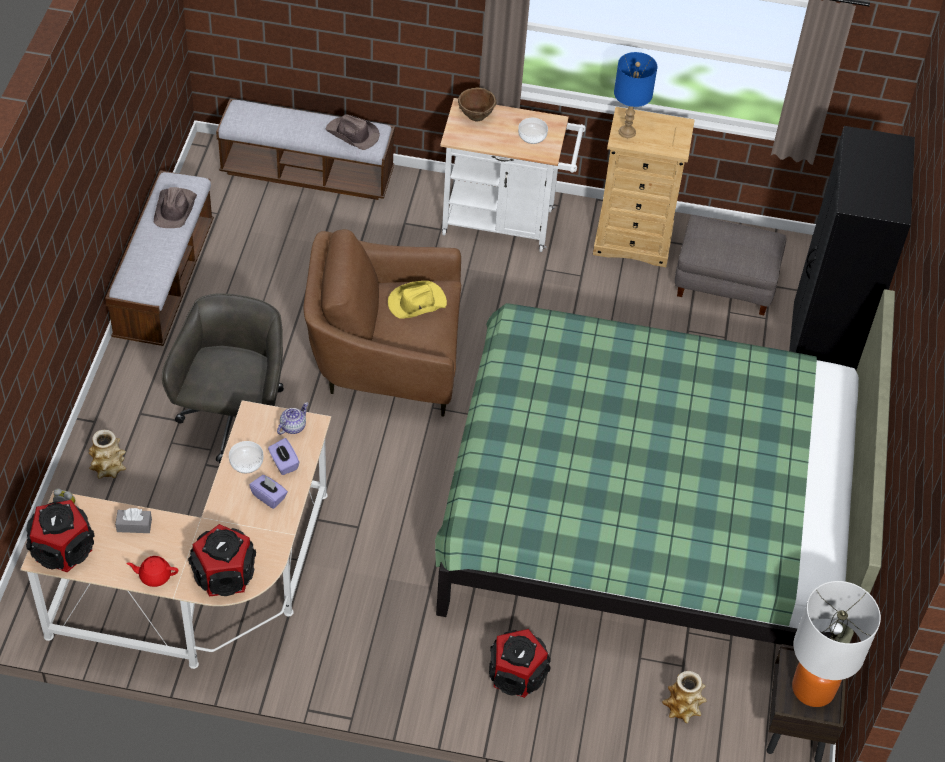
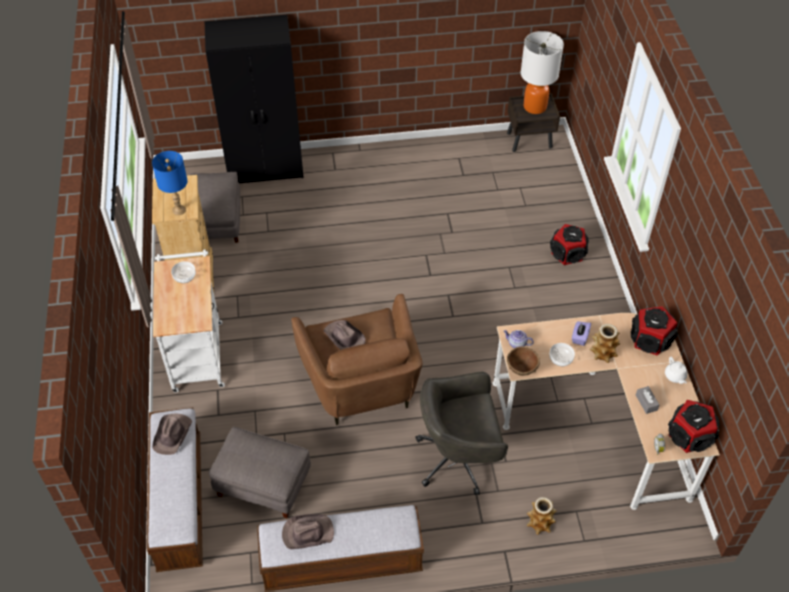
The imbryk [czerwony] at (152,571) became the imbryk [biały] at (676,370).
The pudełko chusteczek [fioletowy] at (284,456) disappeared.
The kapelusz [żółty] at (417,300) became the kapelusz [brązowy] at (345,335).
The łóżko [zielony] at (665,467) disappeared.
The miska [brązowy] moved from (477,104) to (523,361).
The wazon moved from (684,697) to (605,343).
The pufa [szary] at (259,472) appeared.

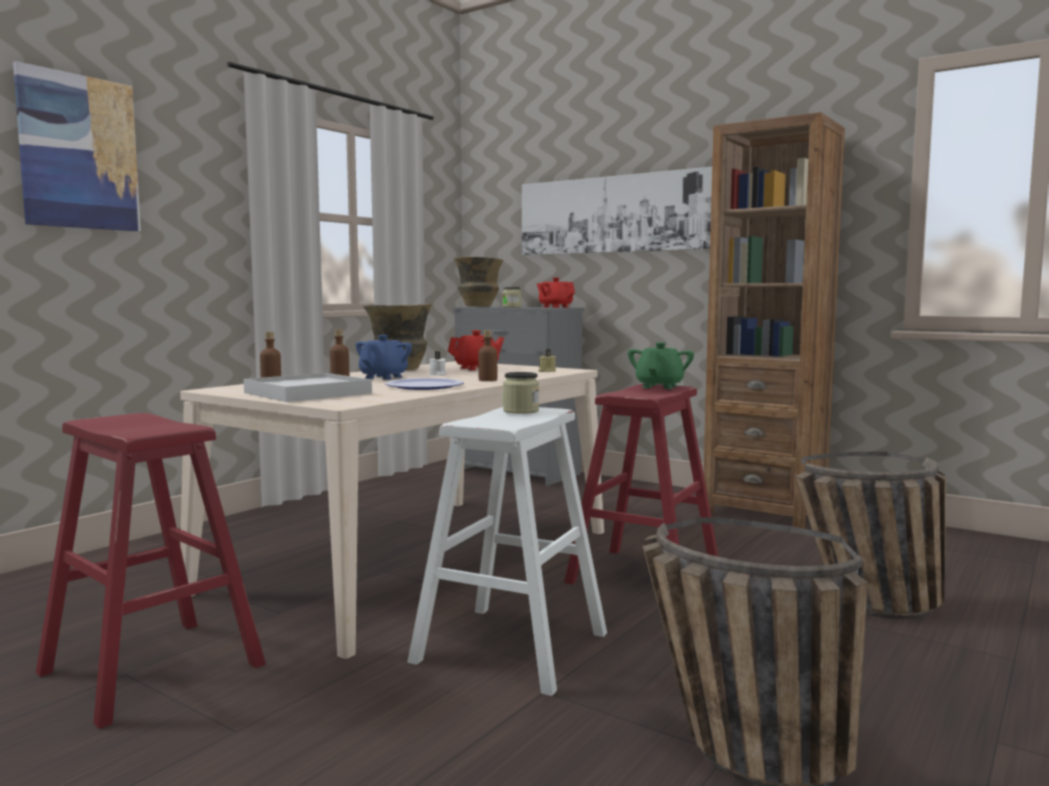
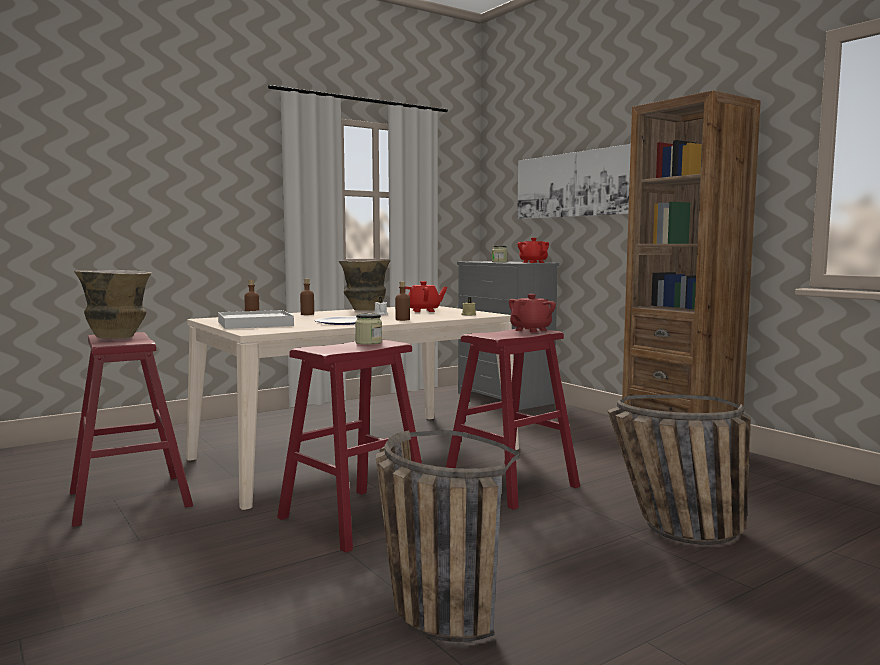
The obraz at (77,146) disappeared.
The imbryk [niebieski] at (384,357) disappeared.
The stołek [biały] at (507,551) became the stołek [czerwony] at (349,446).
The wazon moved from (479,282) to (113,304).
The imbryk [zielony] at (661,365) became the imbryk [czerwony] at (532,313).

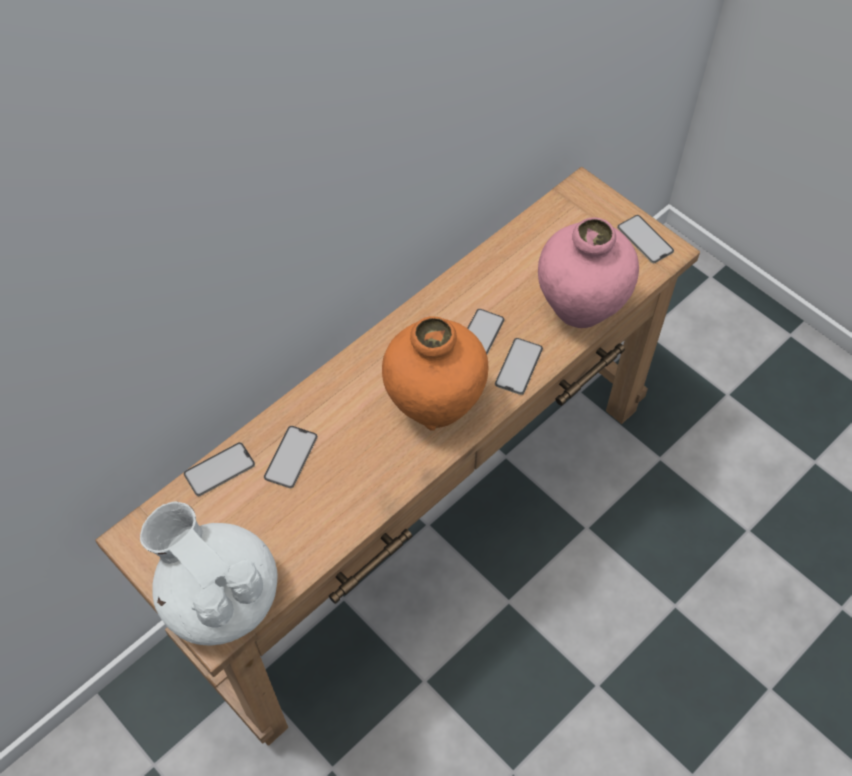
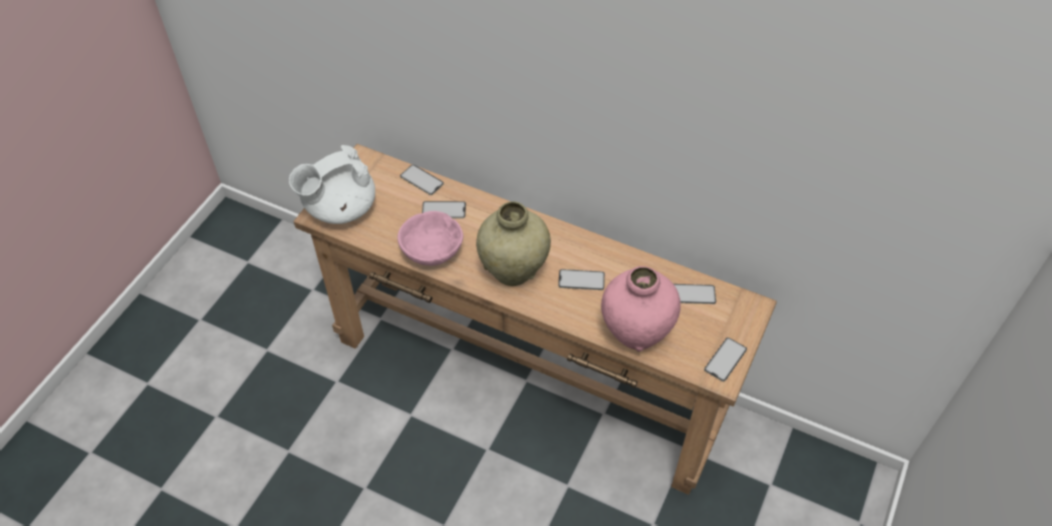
The imbryk [biały] at (209,573) turned 150 degrees counterclockwise.
The wazon [pomarańczowy] at (435,373) became the wazon [beżowy] at (513,243).
The telefon moved from (519,366) to (695,294).
The miska [różowy] at (430,238) appeared.

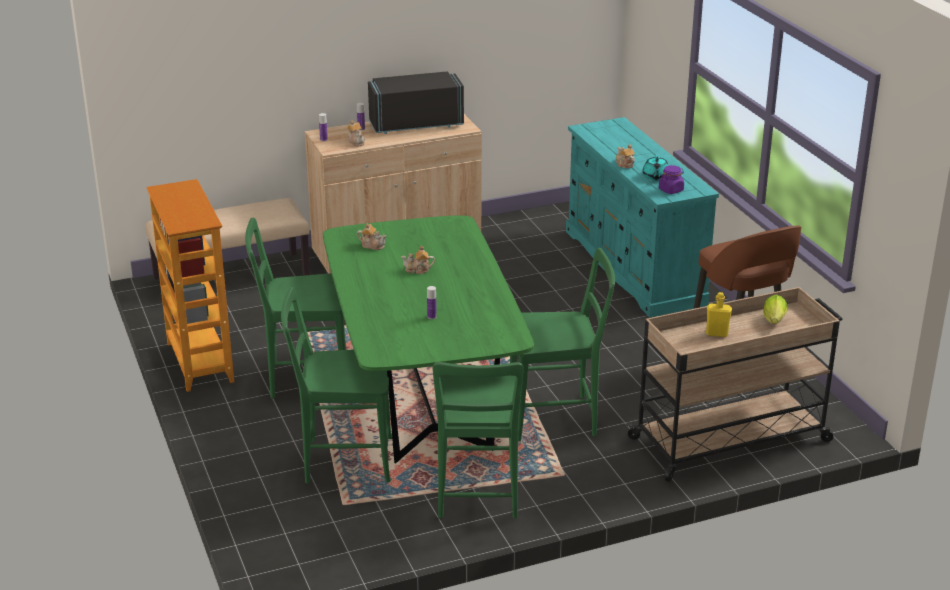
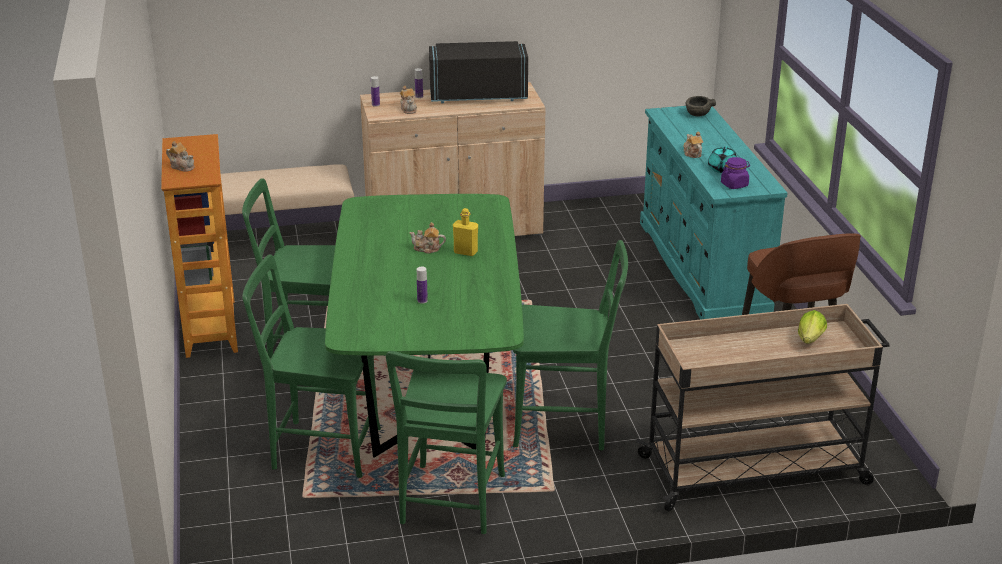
The imbryk moved from (371,236) to (180,156).
The butelka [żółty] moved from (719,314) to (465,232).
The miska [szary] at (701,106) appeared.

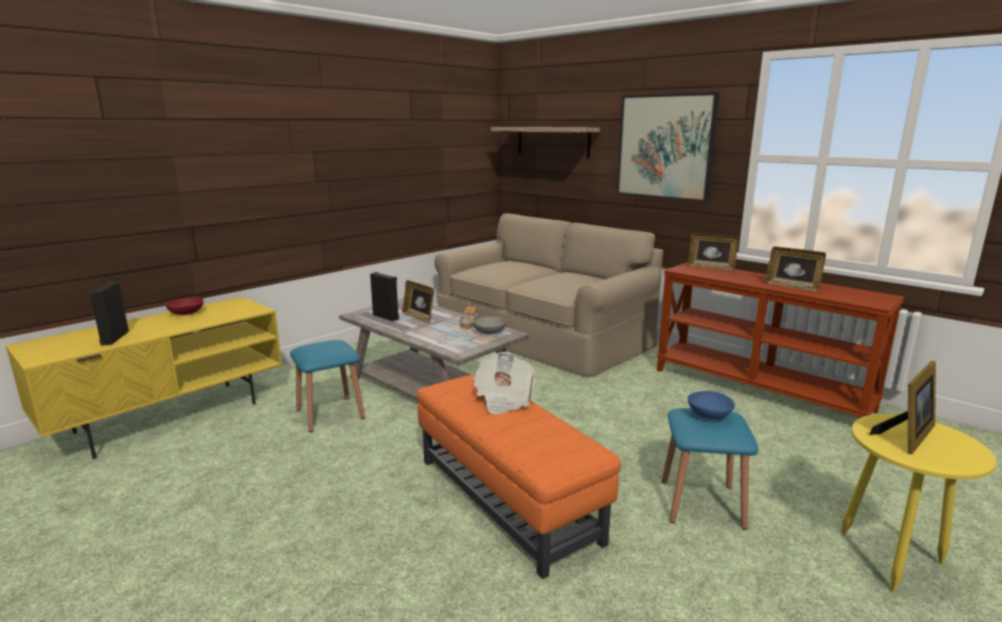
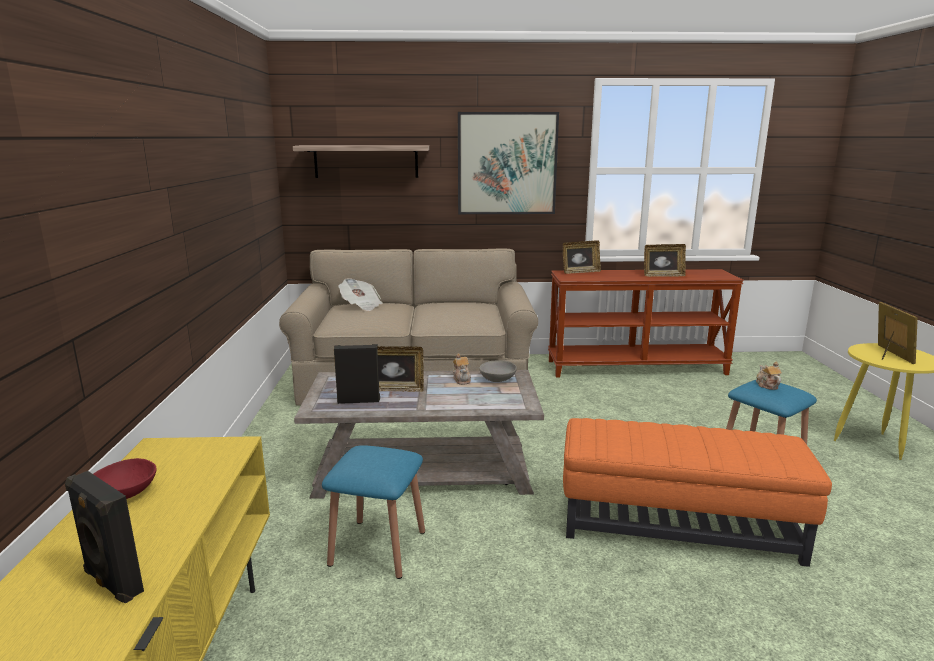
The gazeta moved from (504,383) to (360,294).
The miska [niebieski] at (711,405) was replaced by the imbryk at (769,376).

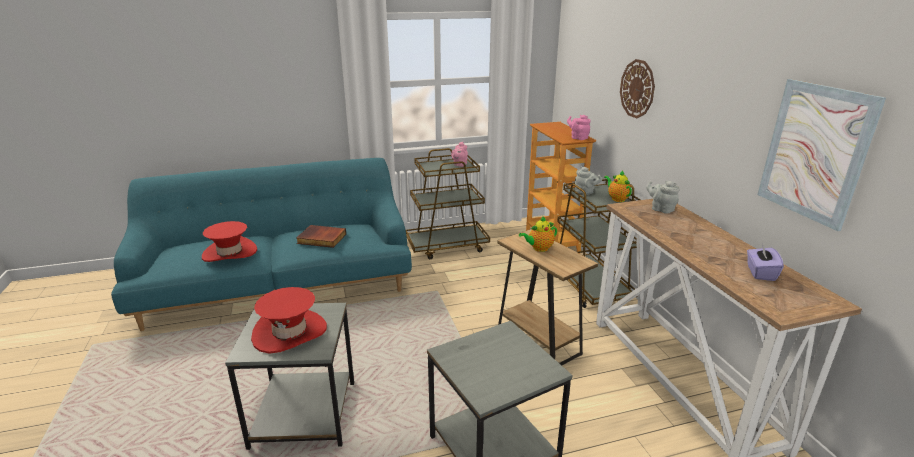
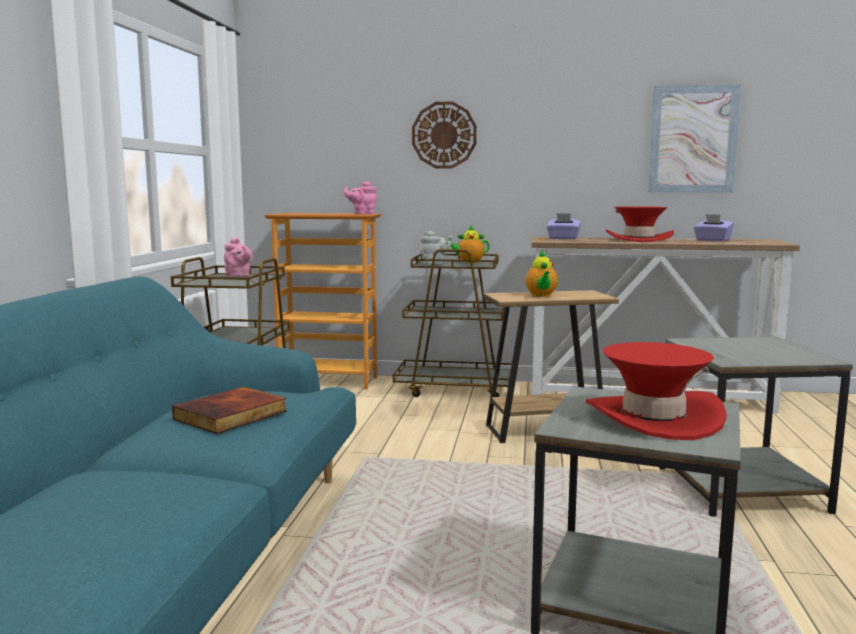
The kapelusz [czerwony] moved from (229,241) to (640,224).
The imbryk [szary] at (663,197) was replaced by the pudełko chusteczek [fioletowy] at (563,226).

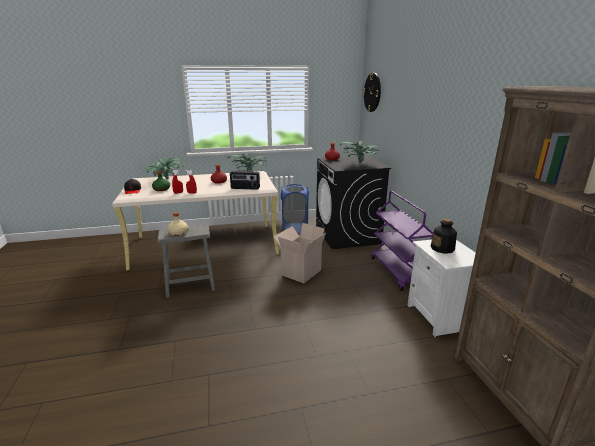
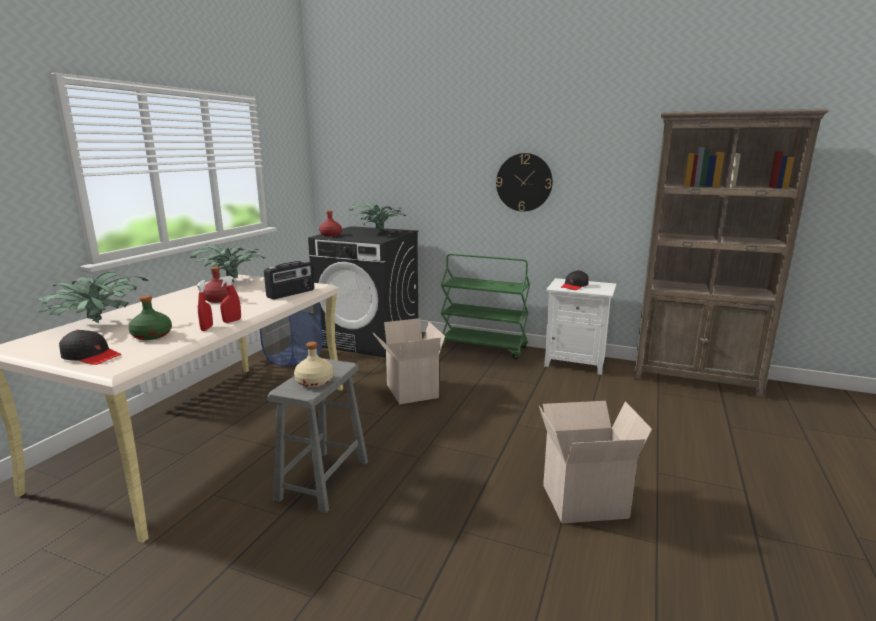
The zegar ścienny moved from (372,92) to (524,182).
The wózek [fioletowy] at (402,241) became the wózek [zielony] at (485,306).
The butelka at (444,236) was replaced by the czapka z daszkiem [czarny] at (575,280).
The karton at (595,462) appeared.

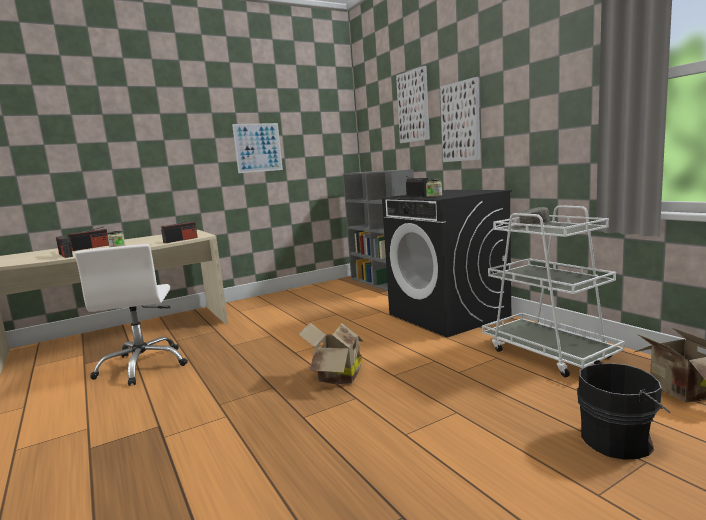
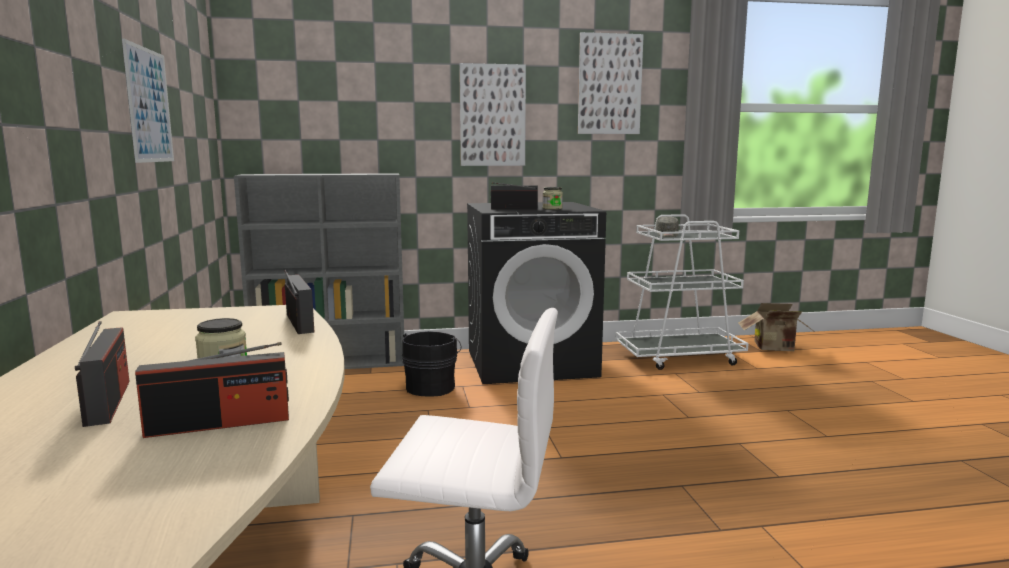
The karton at (330,353) disappeared.
The obraz moved from (413,104) to (611,83).
The wiadro [czarny] moved from (623,410) to (432,364).

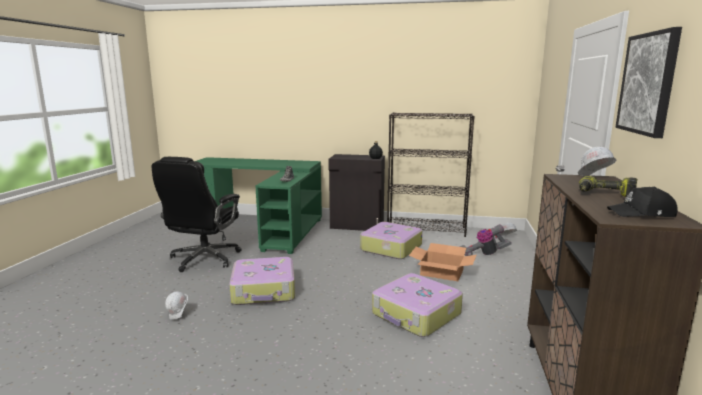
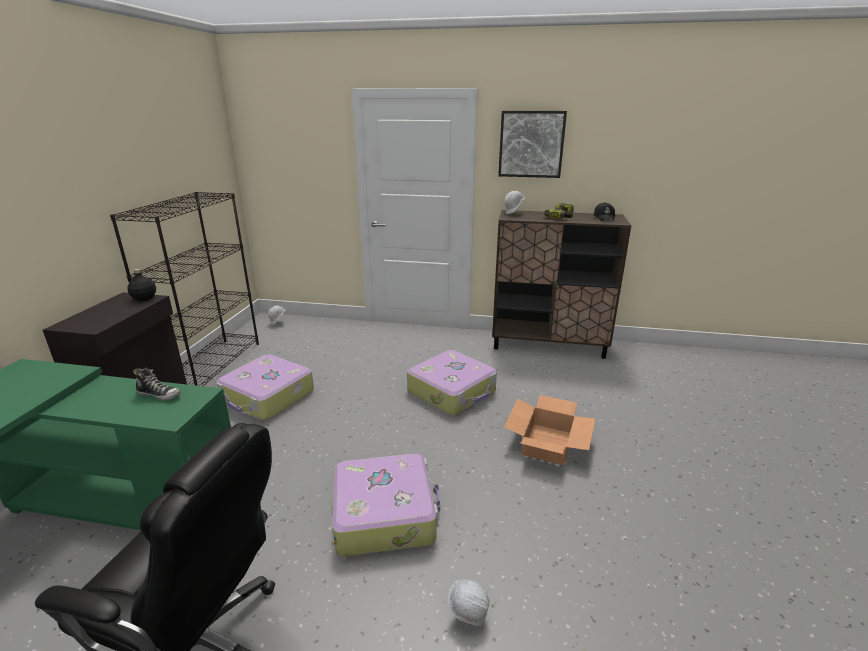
The karton moved from (442,262) to (549,430).
The odkurzacz at (486,240) disappeared.

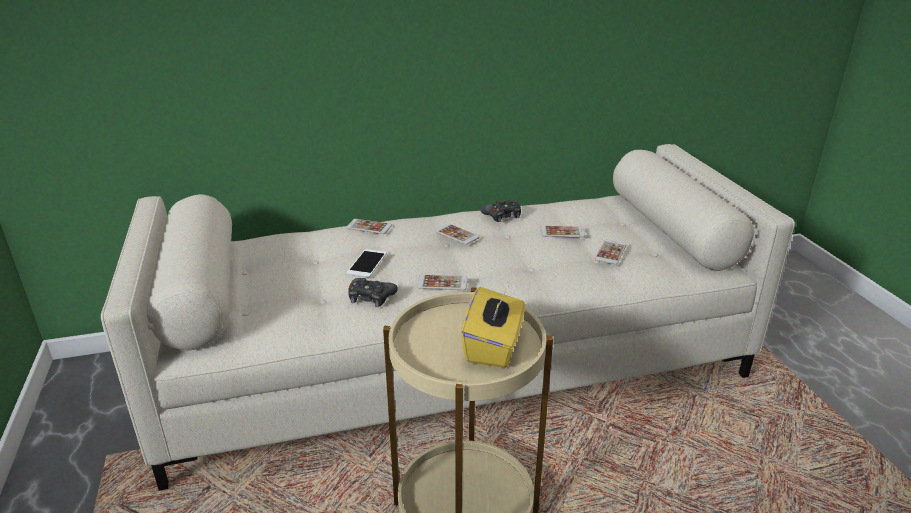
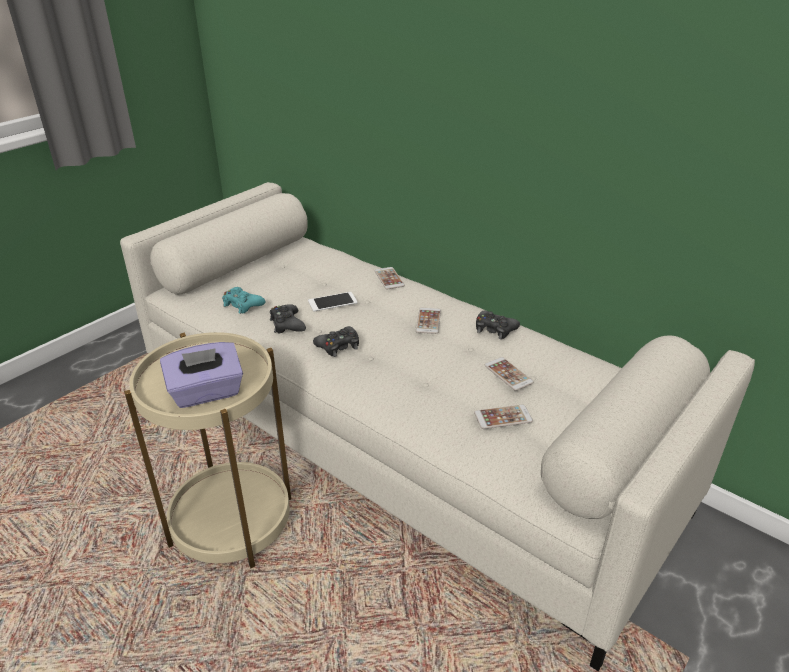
The telefon at (442,282) was replaced by the pad do gier [czarny] at (336,341).
The pudełko chusteczek [żółty] at (493,327) became the pudełko chusteczek [fioletowy] at (201,375).
The pad do gier [turkusowy] at (244,300) appeared.

